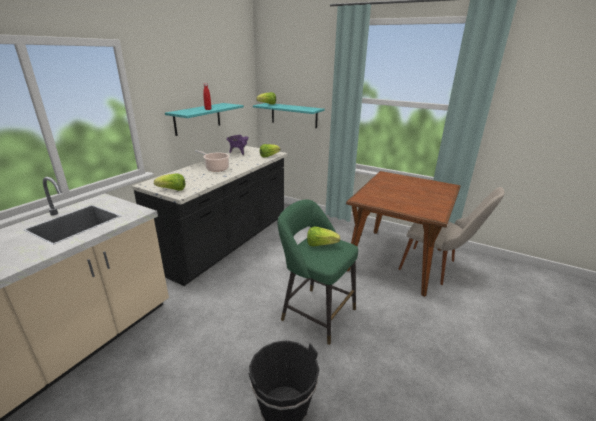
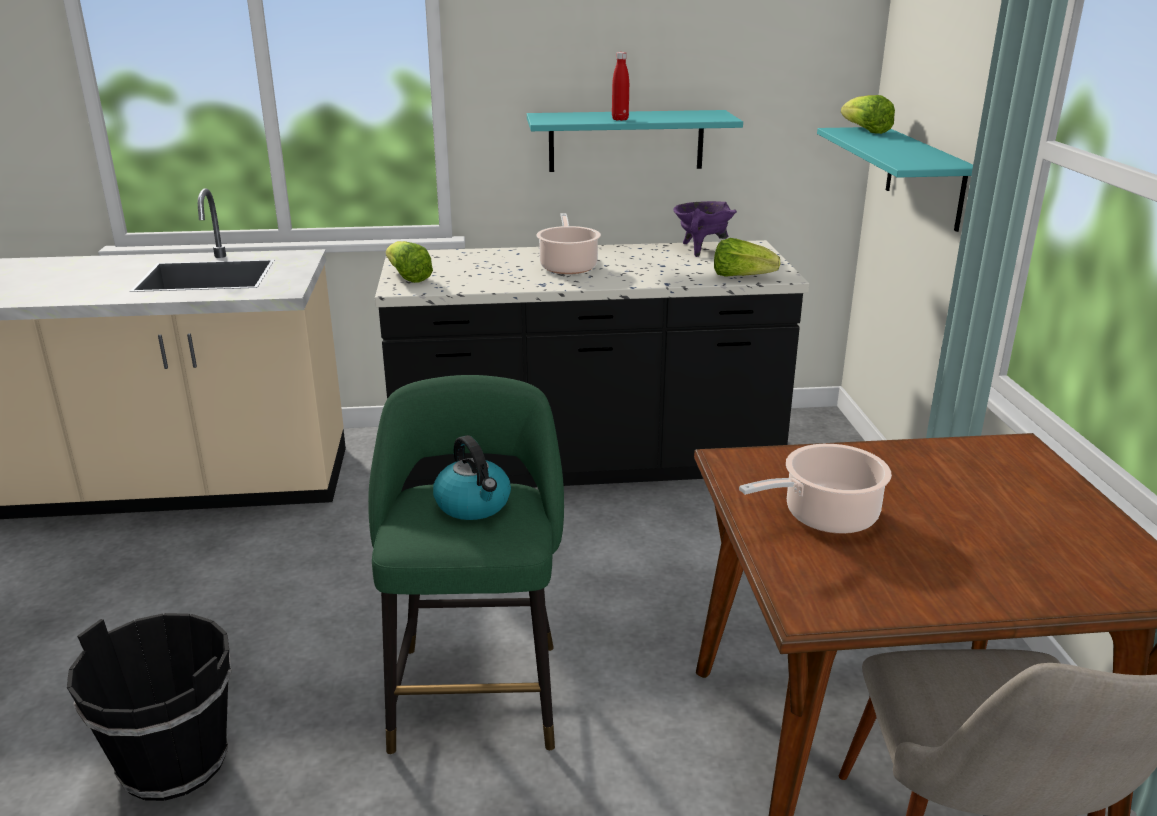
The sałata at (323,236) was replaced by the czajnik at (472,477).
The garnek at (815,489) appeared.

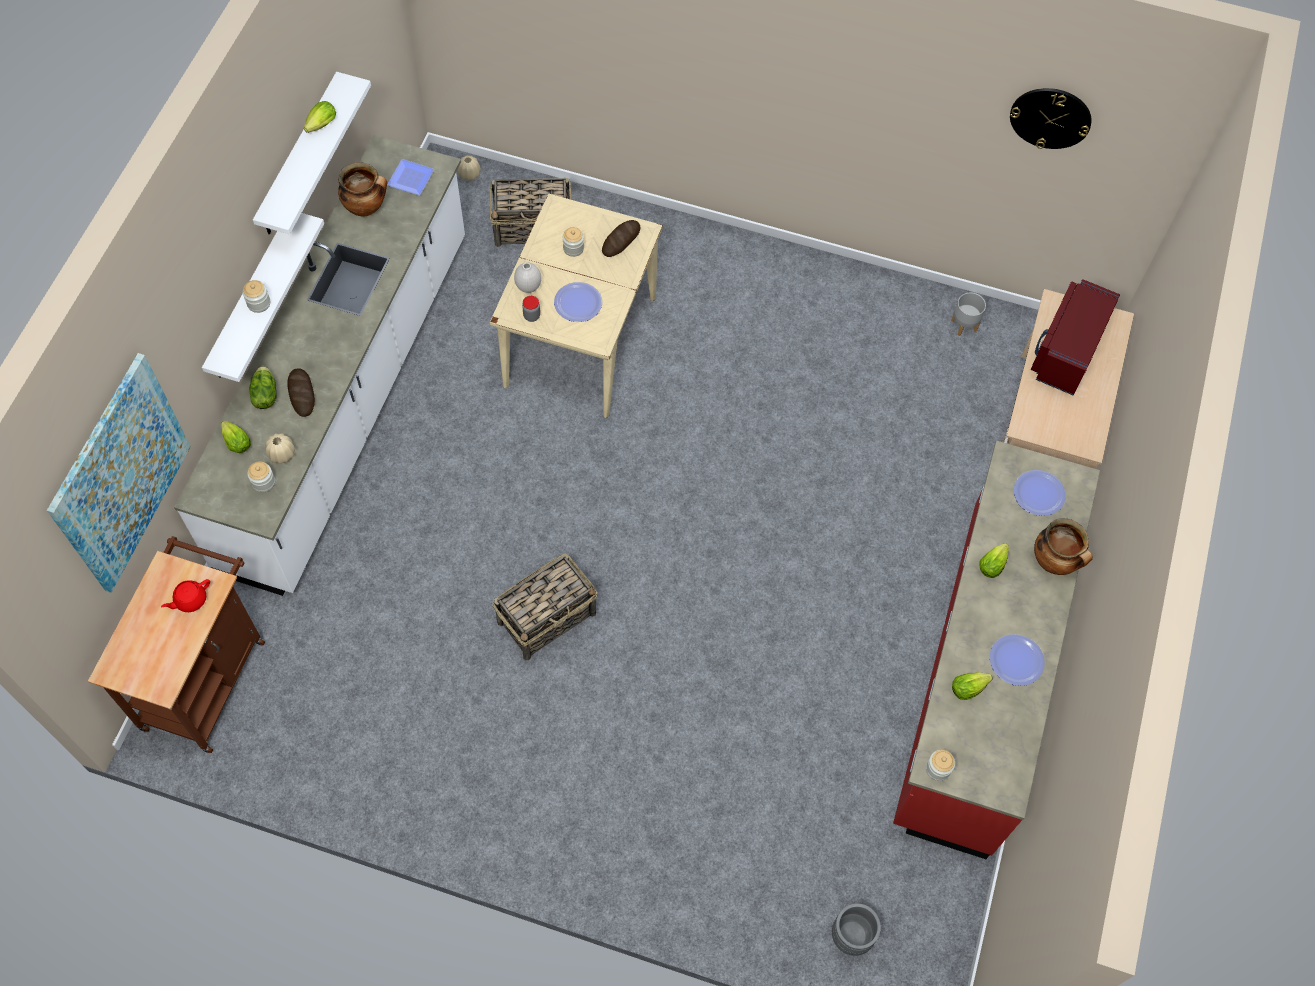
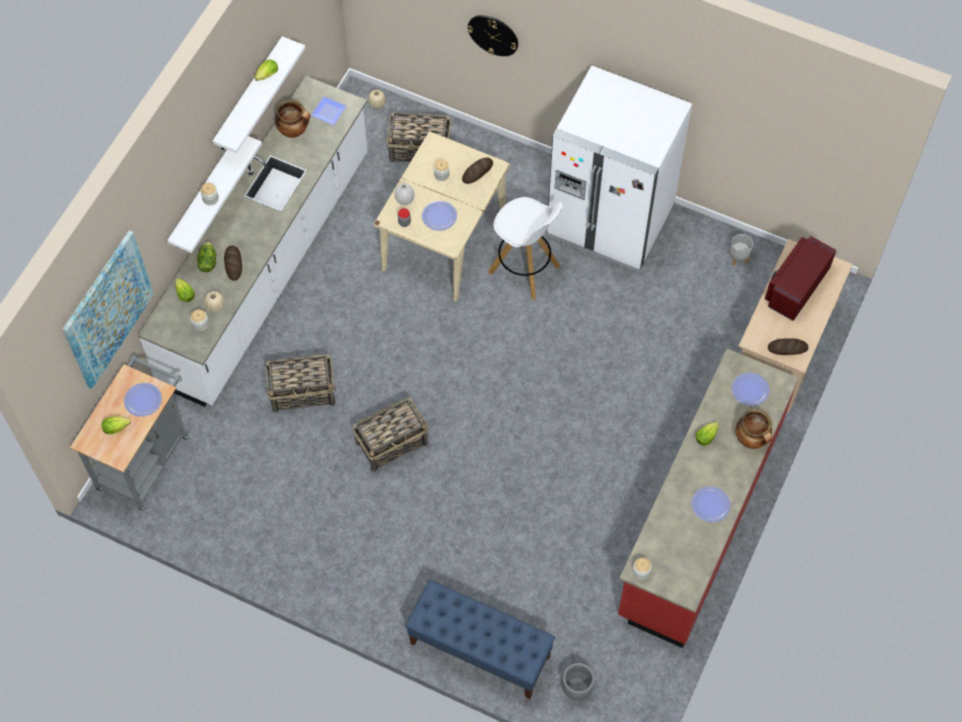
The wózek [brązowy] at (176,644) became the wózek [szary] at (129,433).
The imbryk [czerwony] at (185,595) was replaced by the talerz at (143,400).
The sałata moved from (972,686) to (116,426).
The zegar ścienny moved from (1051,118) to (492,35).
The koszyk at (301,383) appeared.
The ławka [niebieski] at (480,639) appeared.
The stołek [biały] at (525,248) appeared.
The lodówka [biały] at (619,169) appeared.
The chleb at (788,346) appeared.

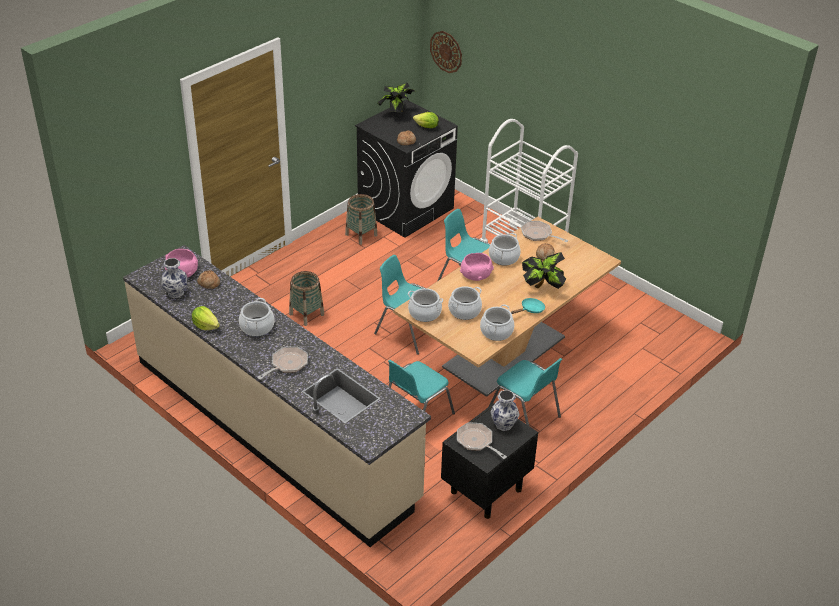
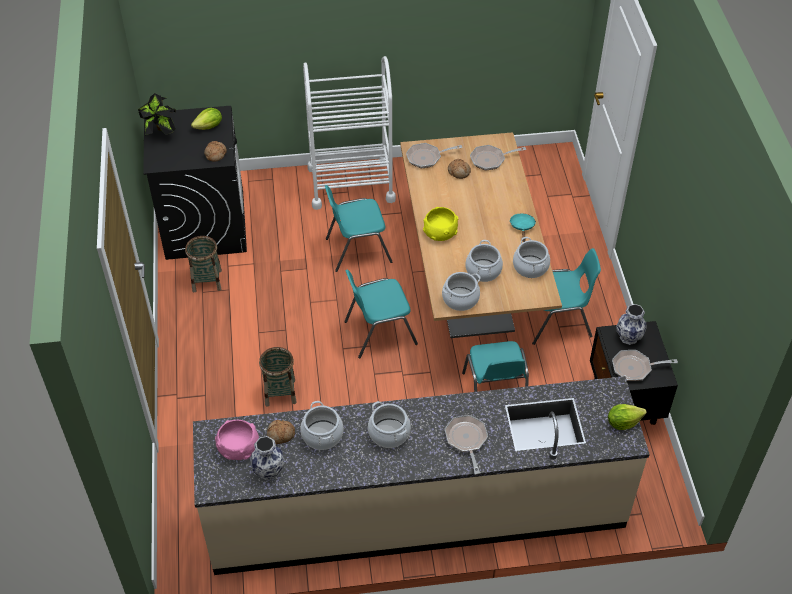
The sałata moved from (206,318) to (627,417).
The zegar ścienny at (446,52) disappeared.
The miska [różowy] at (477,267) became the miska [żółty] at (441,224).
The garnek moved from (505,249) to (321,425).
The roślina doniczkowa at (544,270) disappeared.
The patelnia at (498,158) appeared.

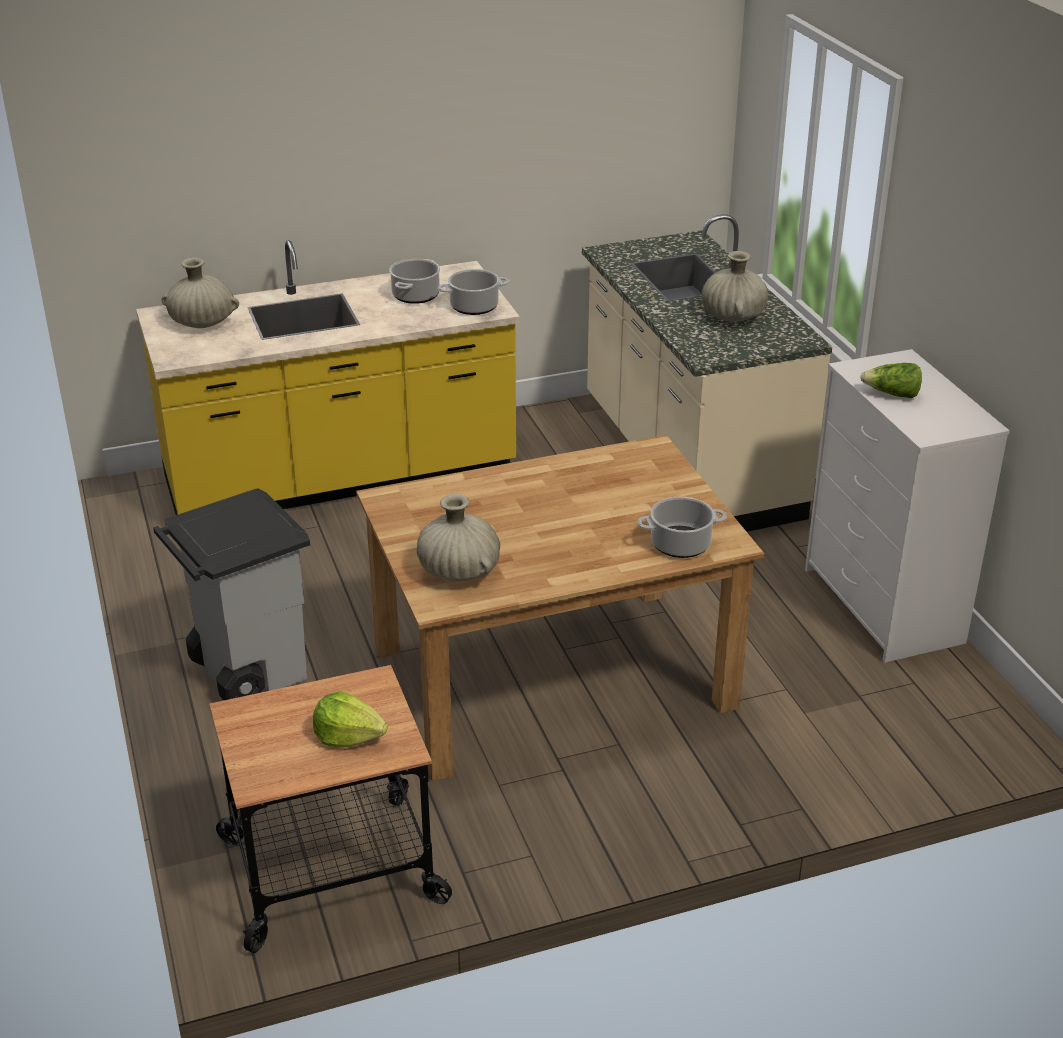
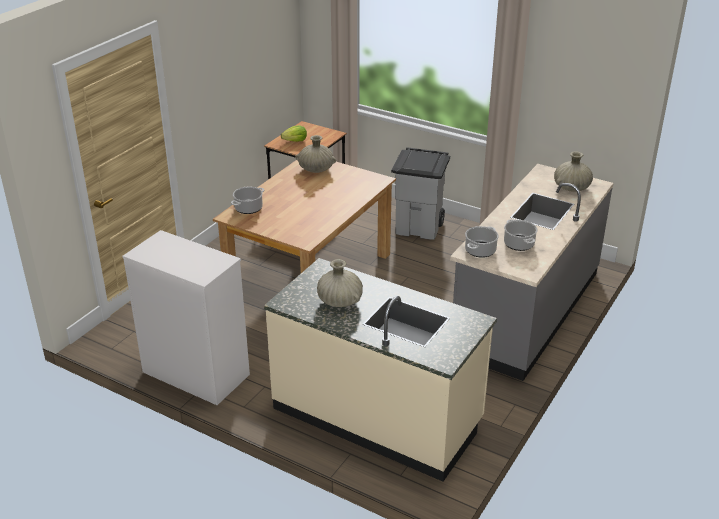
The zabudowa kuchenna [żółty] at (328,377) became the zabudowa kuchenna [szary] at (532,272).
The sałata at (891,380) disappeared.

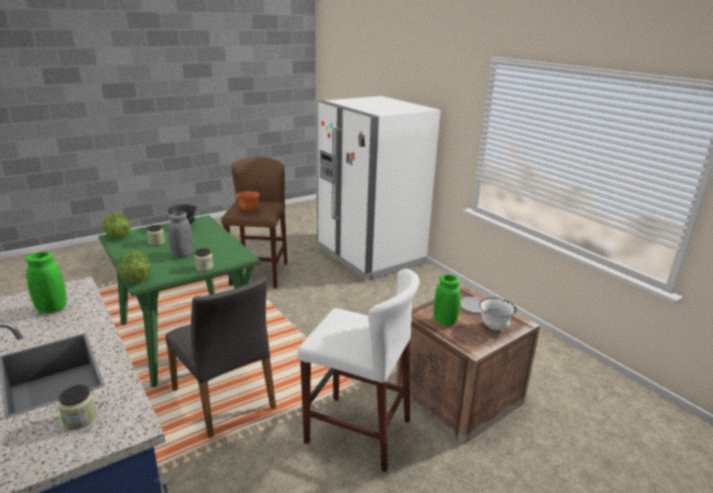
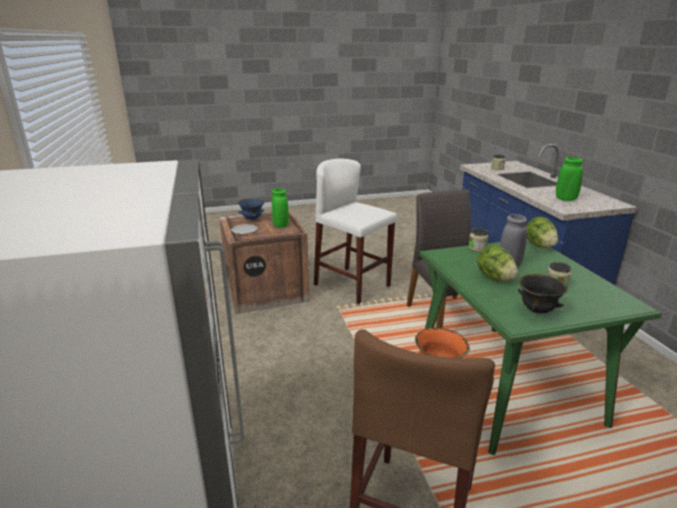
The sałata moved from (117,226) to (497,263).
The miska [biały] at (498,313) became the miska [niebieski] at (251,209).

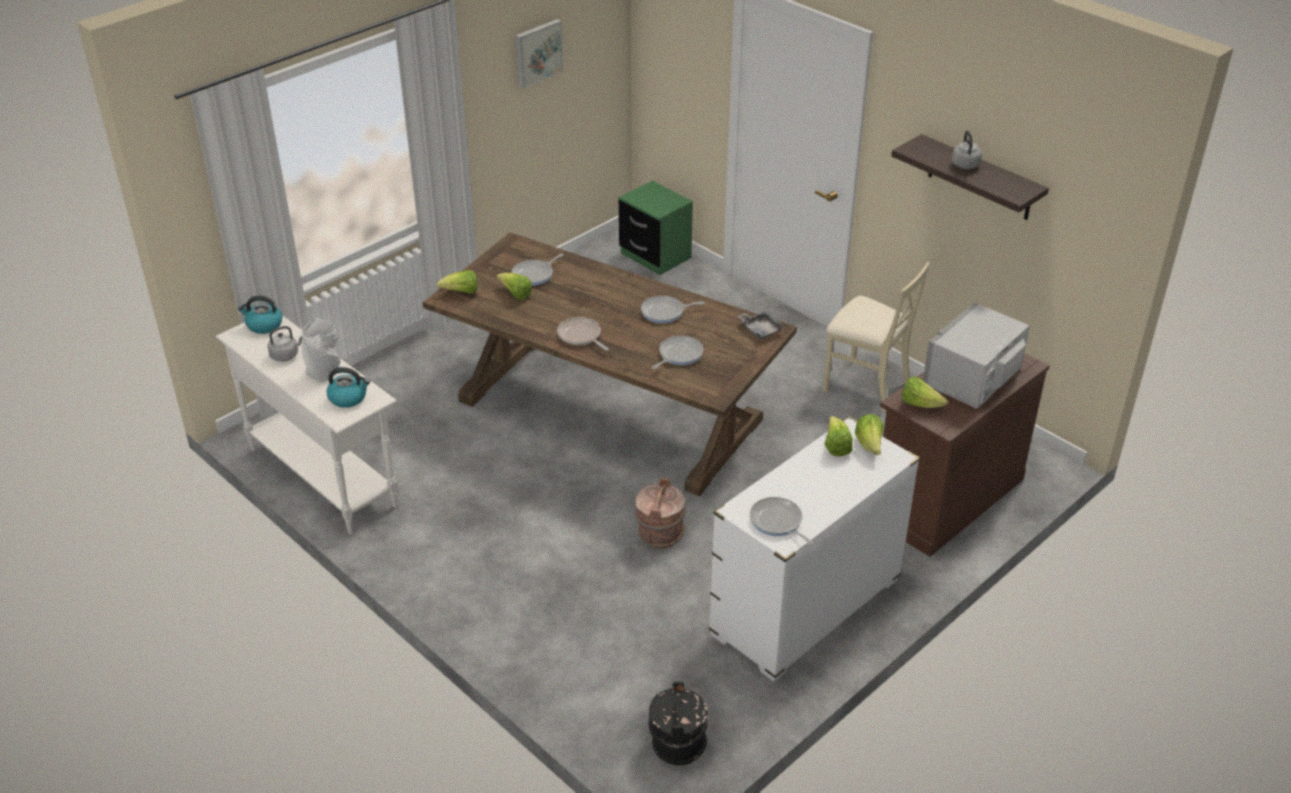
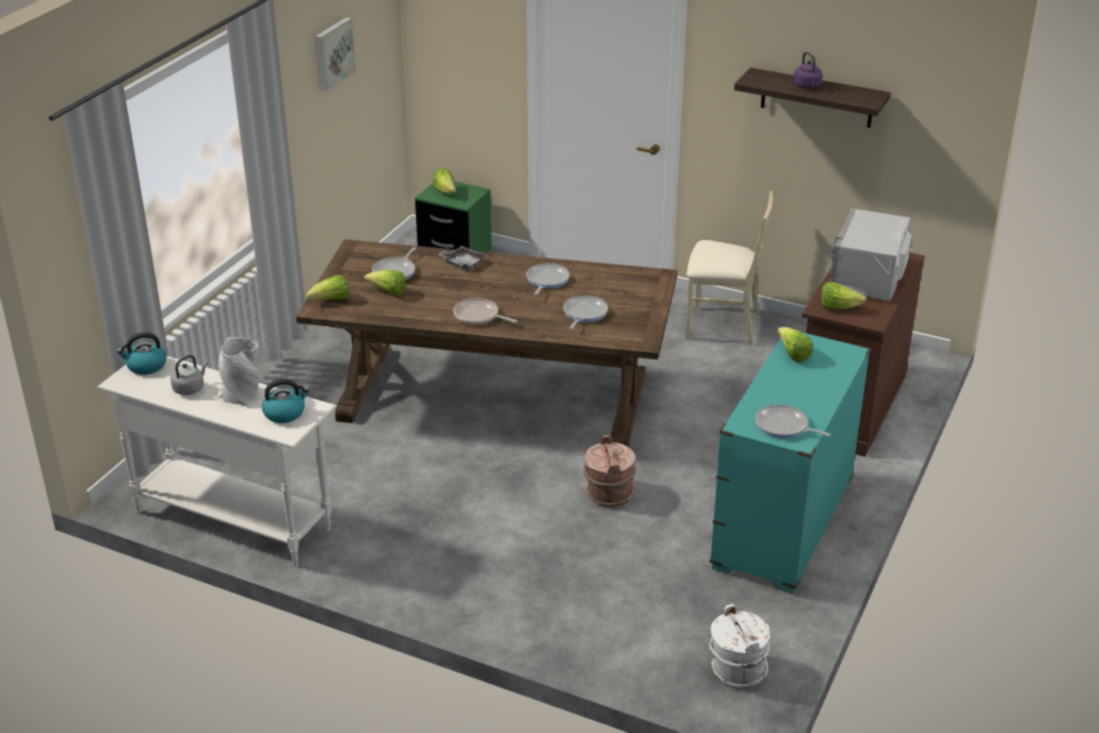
The patelnia at (673,309) turned 135 degrees clockwise.
The wiadro [czarny] at (678,723) became the wiadro [biały] at (739,646).
The komoda [biały] at (814,549) became the komoda [turkusowy] at (790,463).
The taca [szary] moved from (761,325) to (462,258).
The sałata moved from (869,434) to (444,181).
The czajnik [szary] at (967,149) became the czajnik [fioletowy] at (808,70).

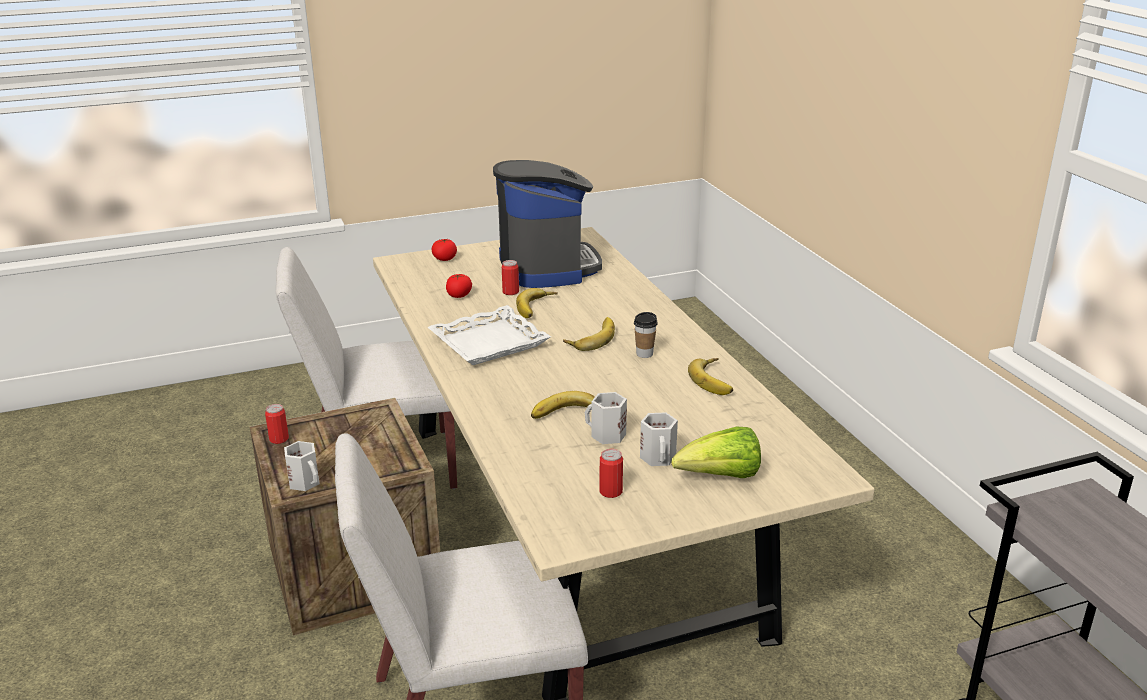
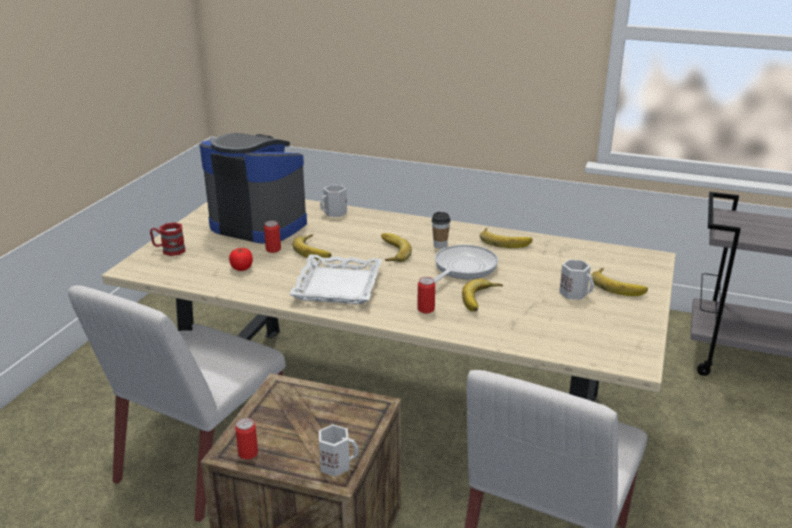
The pomidor at (444,250) was replaced by the kubek [czerwony] at (167,239).
The kubek [biały] moved from (606,418) to (333,201).
The puszka moved from (611,473) to (426,295).
The sałata at (716,452) was replaced by the banan at (619,282).
The patelnia at (466,264) appeared.

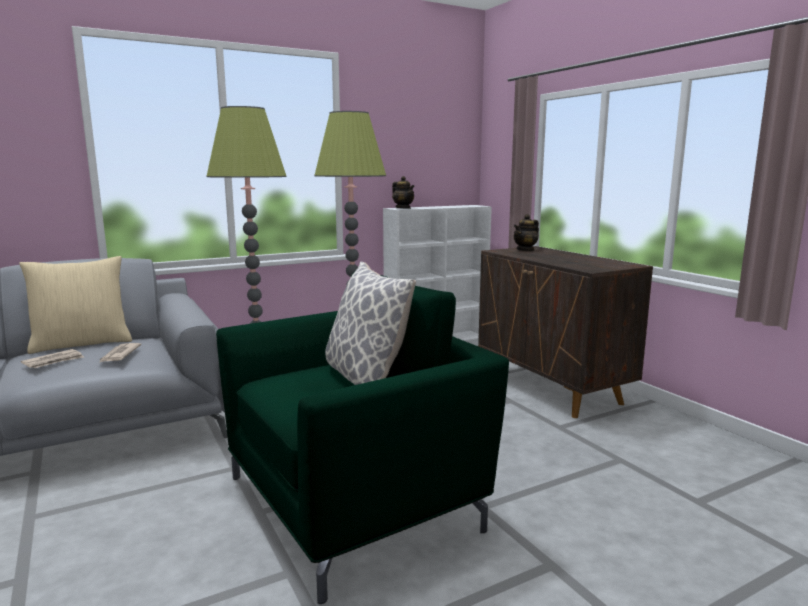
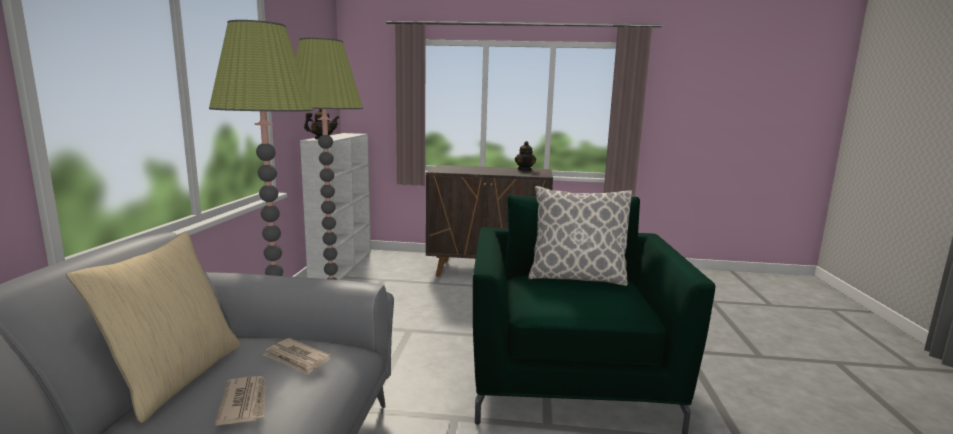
The imbryk moved from (526,232) to (525,156).

